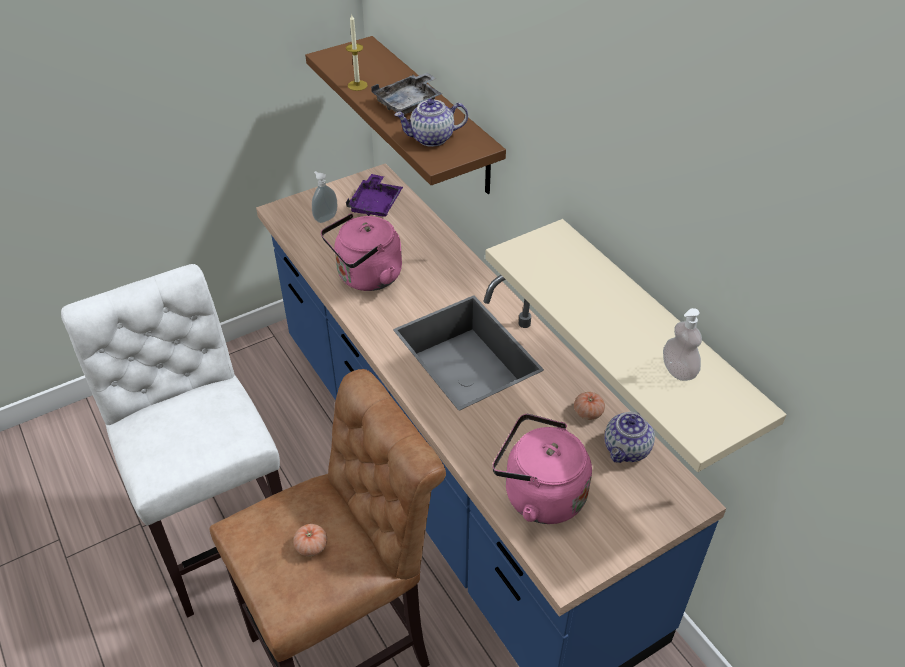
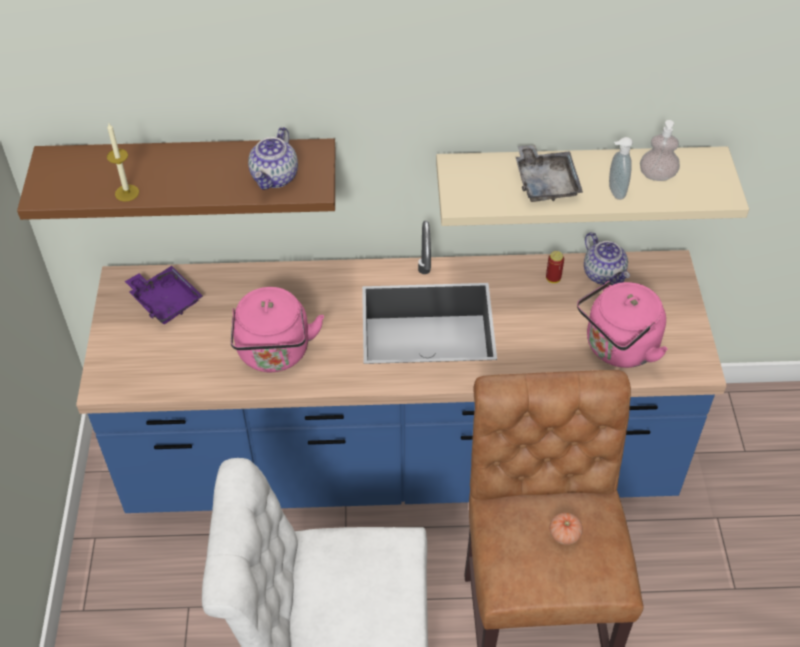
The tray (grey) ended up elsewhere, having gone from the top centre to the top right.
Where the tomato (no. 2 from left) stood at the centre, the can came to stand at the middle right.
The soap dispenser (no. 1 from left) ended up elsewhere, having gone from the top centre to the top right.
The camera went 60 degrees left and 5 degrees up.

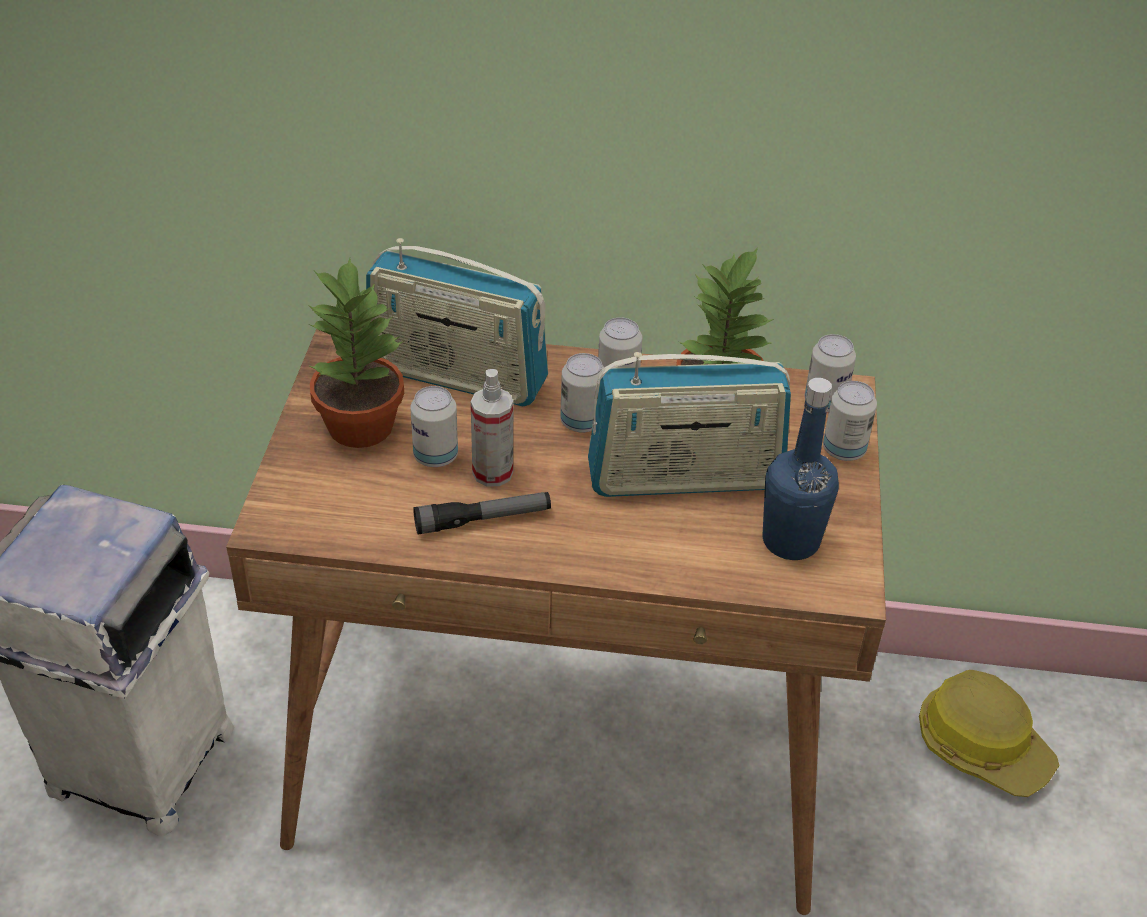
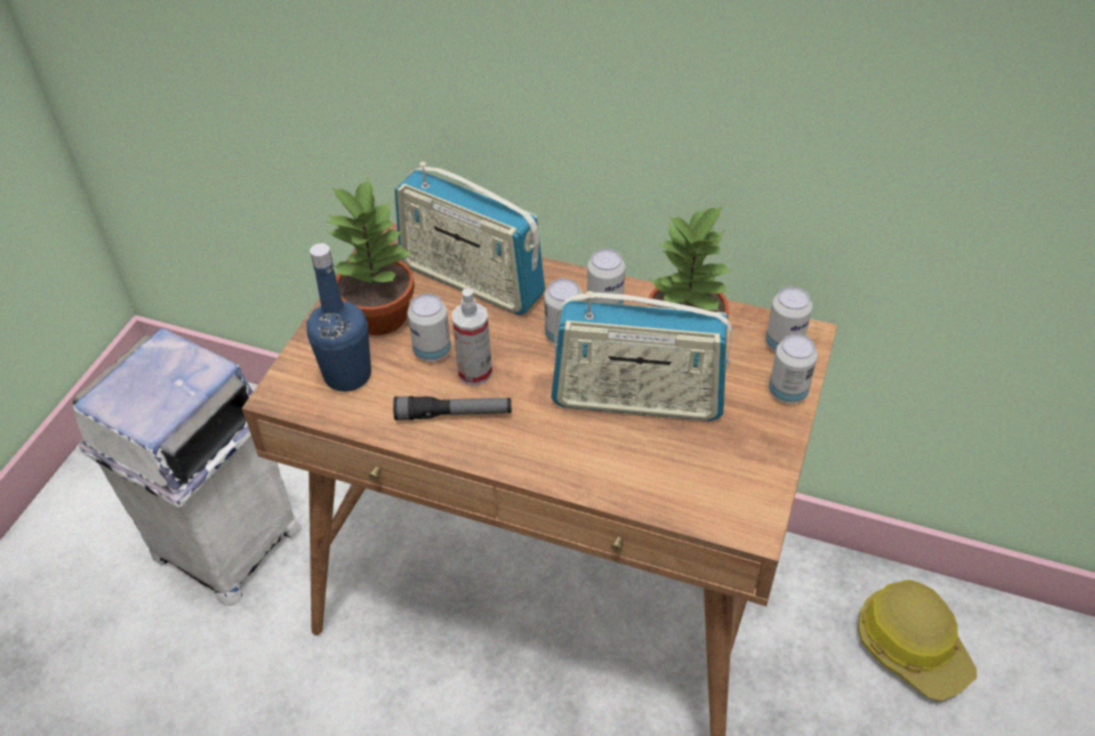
The bottle (blue) ended up elsewhere, having gone from the middle right to the middle left.
The camera went 15 degrees right and 5 degrees up.

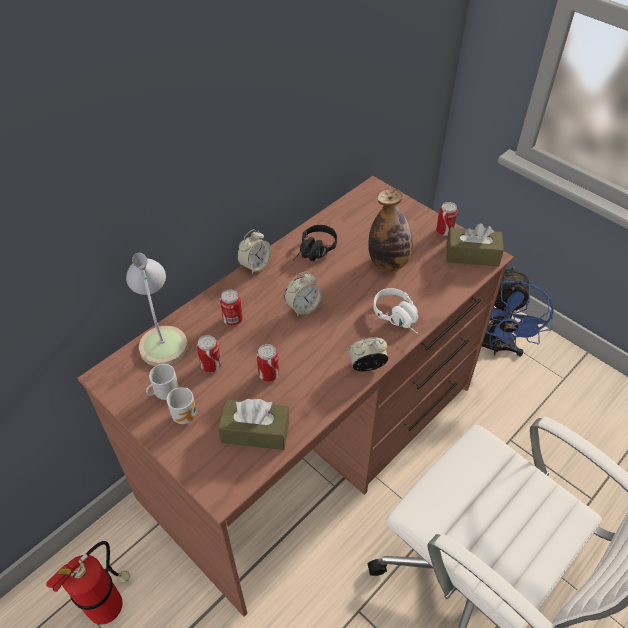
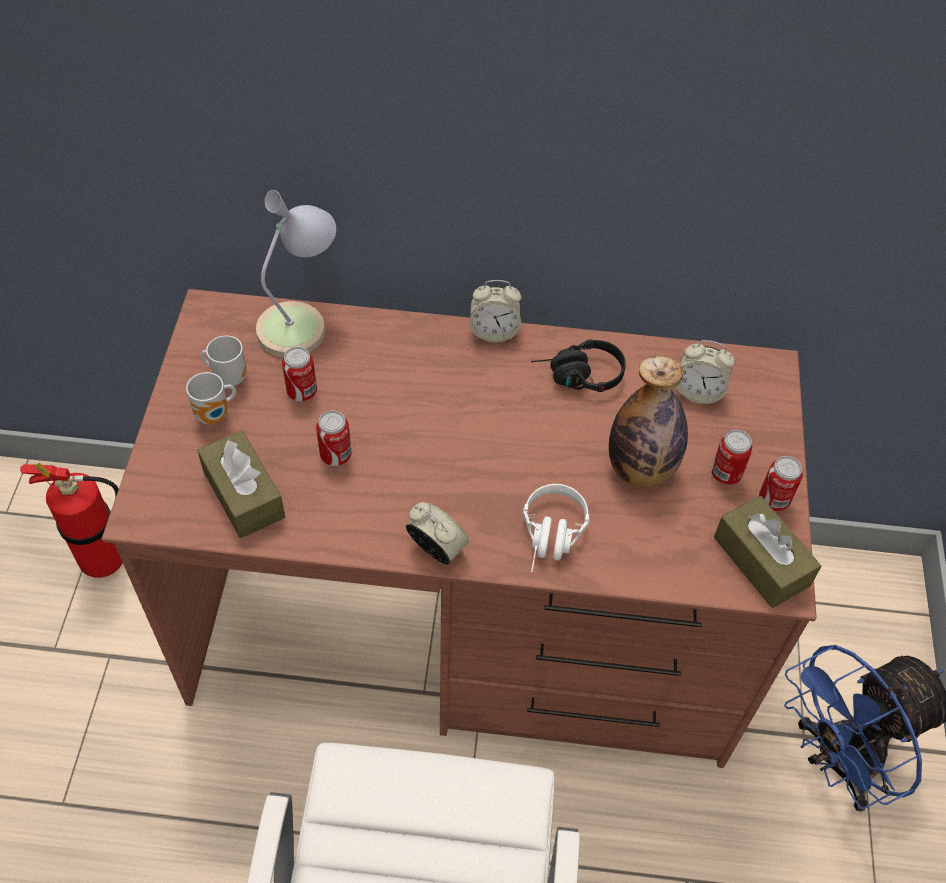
The alarm clock (no. 2 from left in the first image) ended up elsewhere, having gone from the centre to the middle right.
The can (no. 2 from left in the first image) ended up elsewhere, having gone from the centre to the middle right.
The camera went 50 degrees right and 5 degrees up.

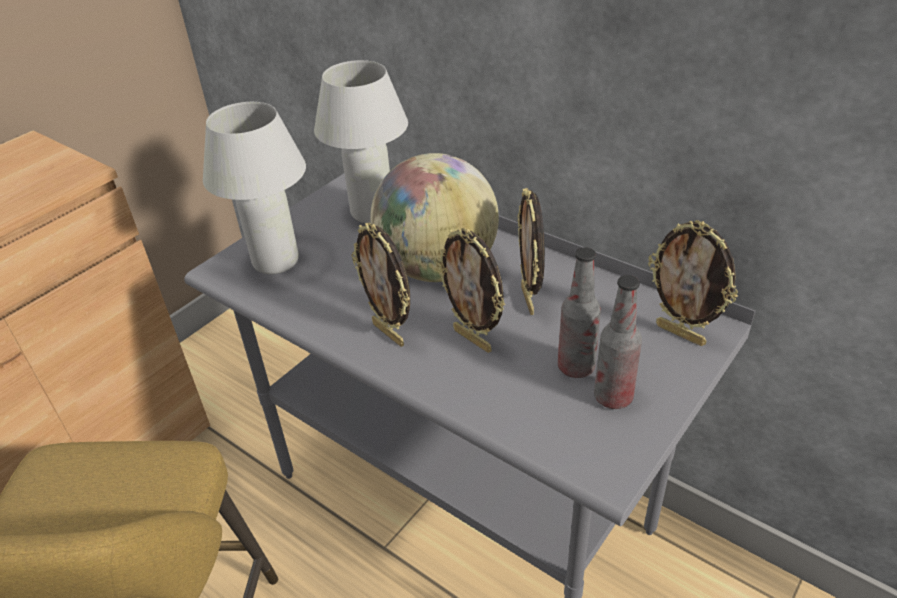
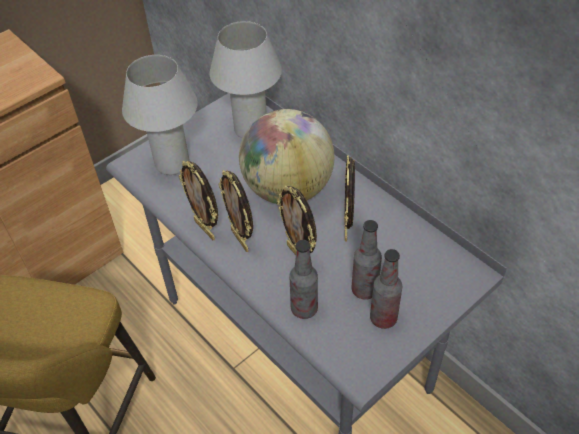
The picture frame (no. 4 from left in the first image) ended up elsewhere, having gone from the middle right to the centre.
The second view gained the bottle (no. 1 from left) at the centre.
The camera went 10 degrees right and 10 degrees up.

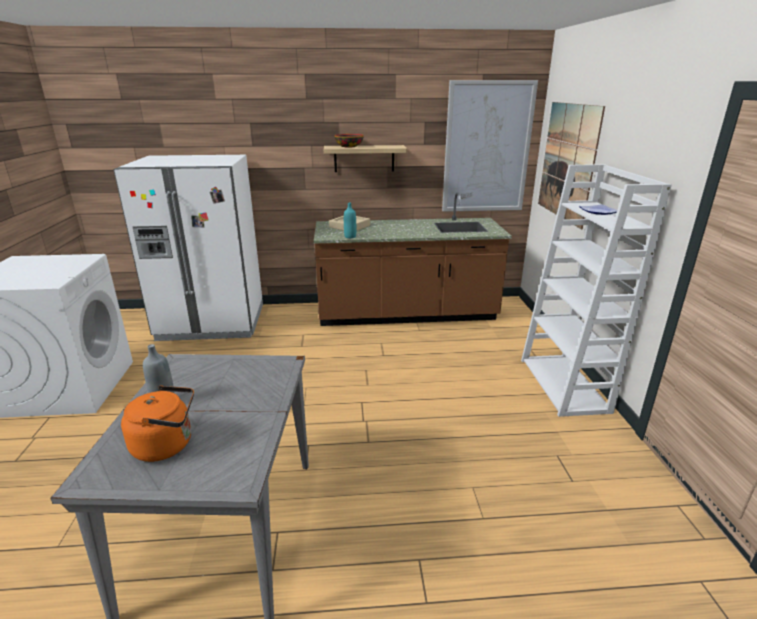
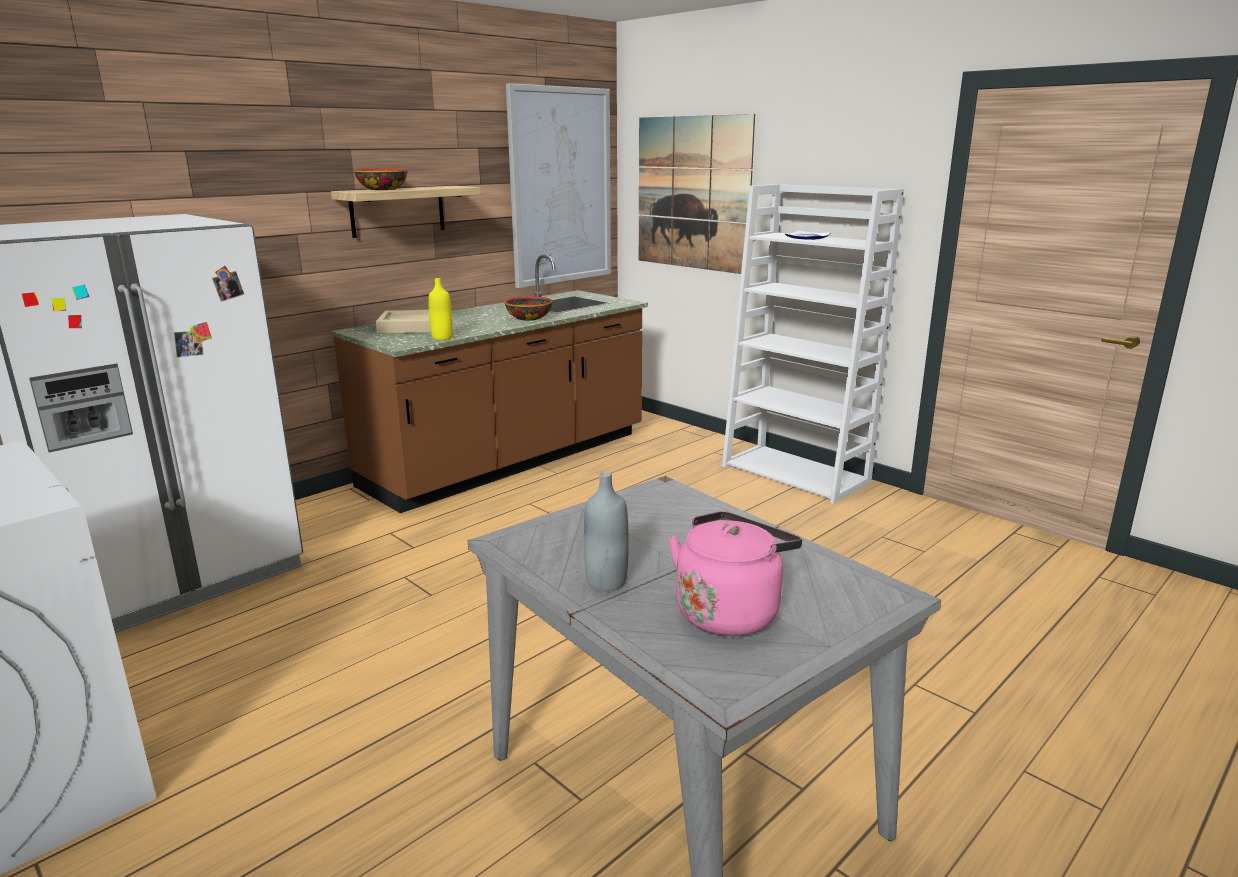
What was the bottle (turquoise) at the centre turned into the bottle (yellow) at the centre.
The second view gained the bowl (no. 2 from left) at the centre.
What was the kettle (orange) at the bottom left turned into the kettle (pink) at the centre.
The camera went 40 degrees left and 5 degrees down.

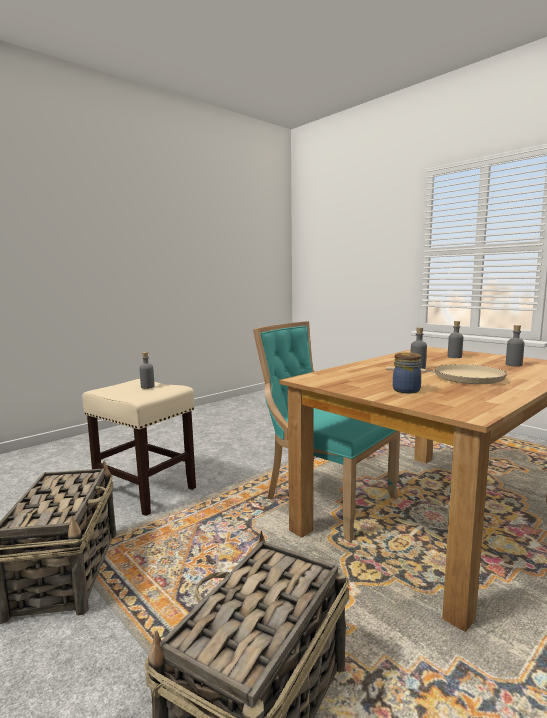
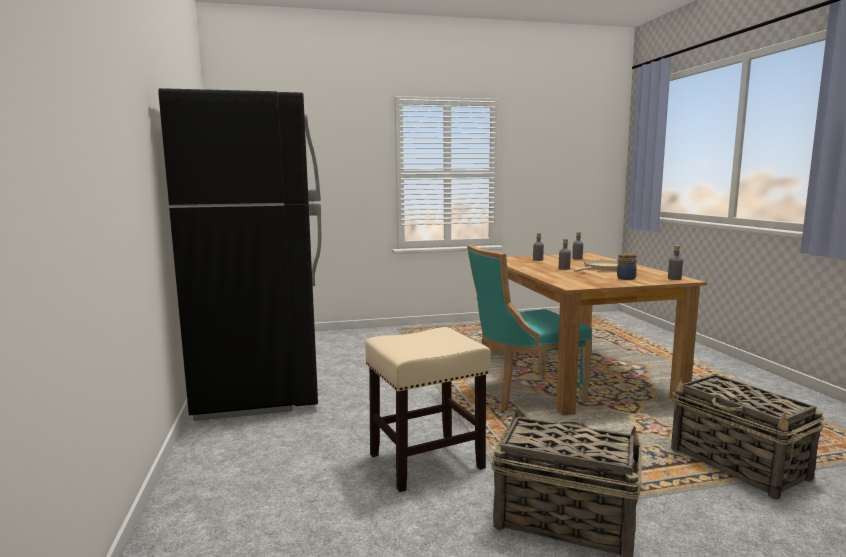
The second view gained the fridge (black) at the middle left.
The bottle (grey) (no. 1 from left in the first image) ended up elsewhere, having gone from the middle left to the middle right.
The camera went 60 degrees left and 0 degrees up.

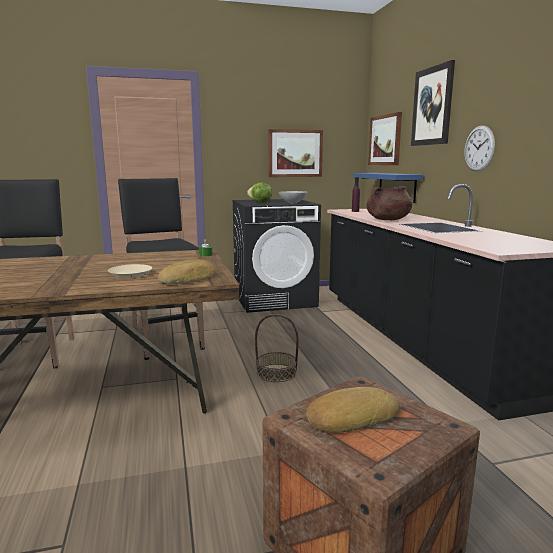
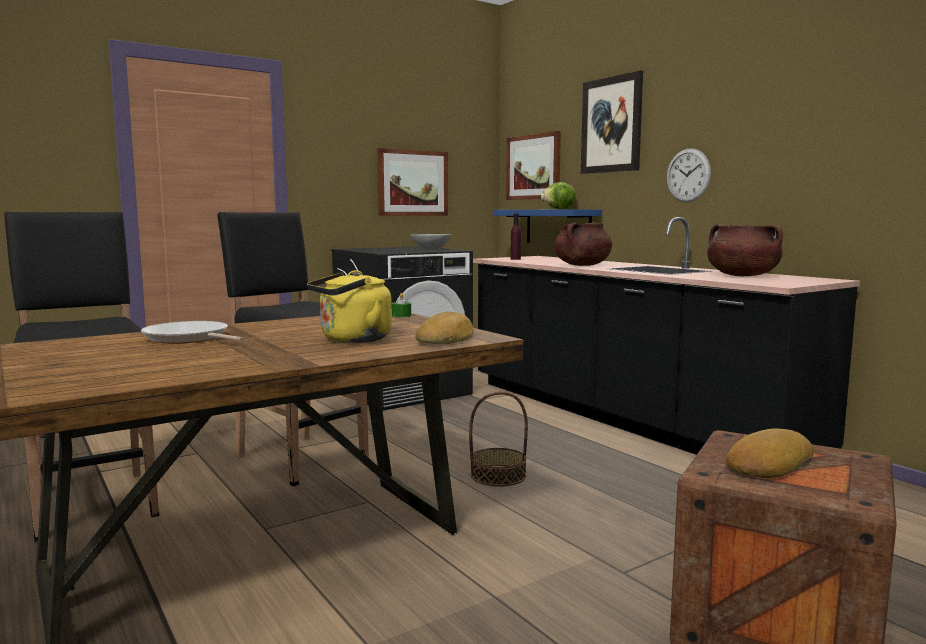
The second view gained the frying pan at the middle left.
Where the plate (beige) stood at the middle left, the kettle (yellow) came to stand at the centre.
The lettuce ended up elsewhere, having gone from the centre to the top centre.
The second view gained the cooking pot (brown) (no. 2 from left) at the middle right.
The camera went 20 degrees left and 5 degrees down.

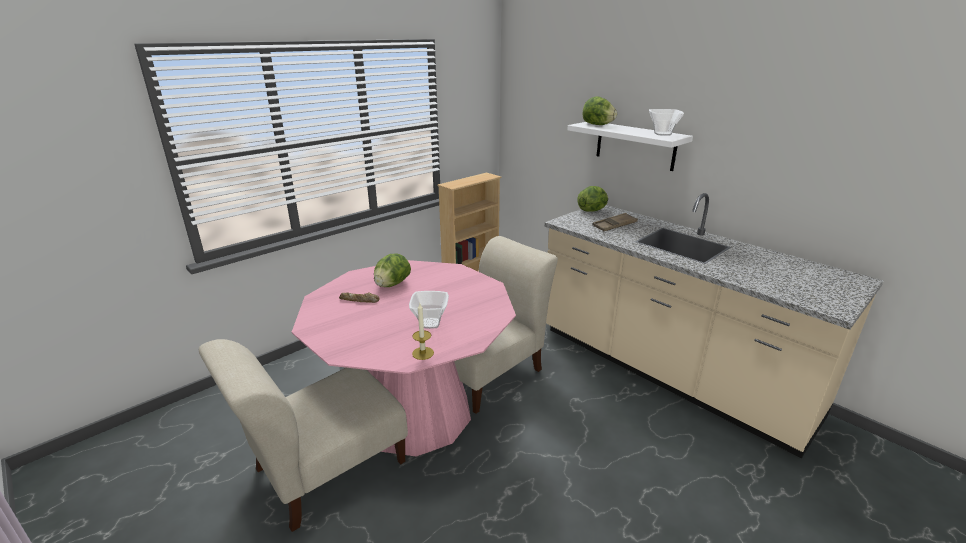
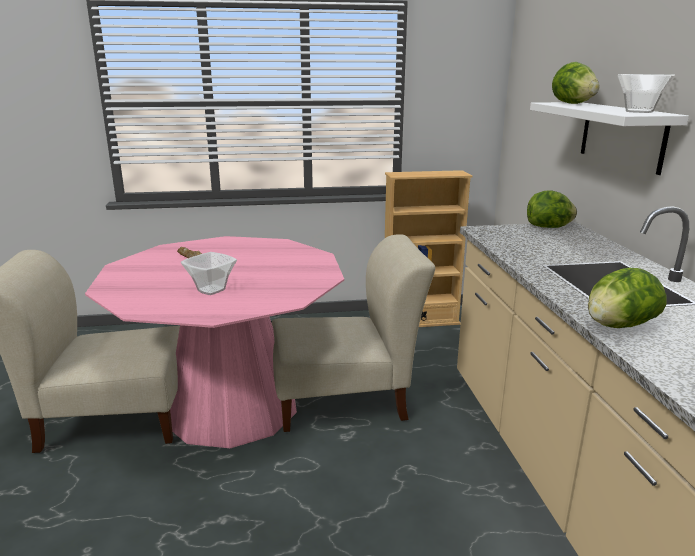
The lettuce (no. 1 from left in the first image) ended up elsewhere, having gone from the centre to the middle right.
The second view lost the candle at the centre.
The second view lost the tray (brown) at the centre.
The camera went 35 degrees right and 5 degrees down.

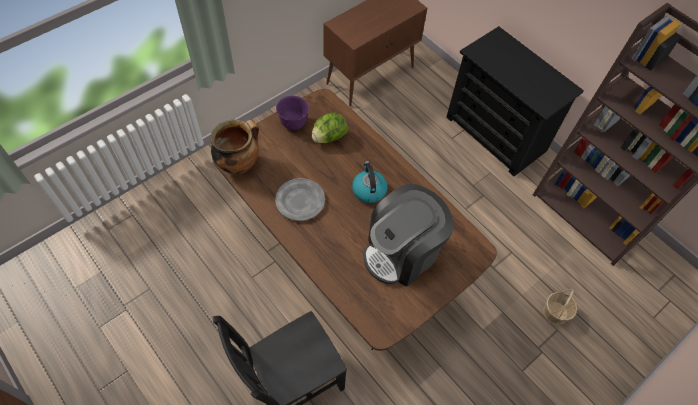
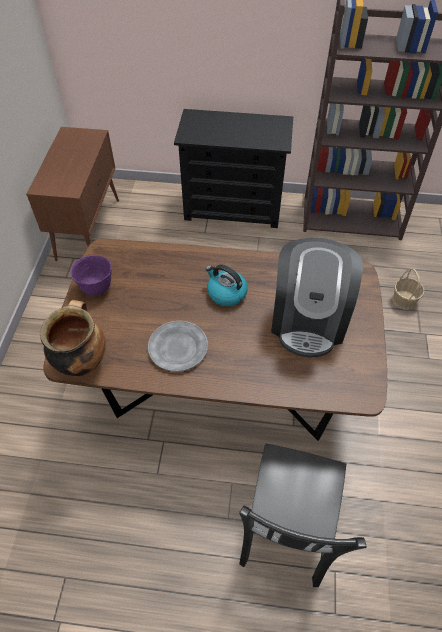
The second view lost the lettuce at the top centre.
The camera went 40 degrees left and 5 degrees down.

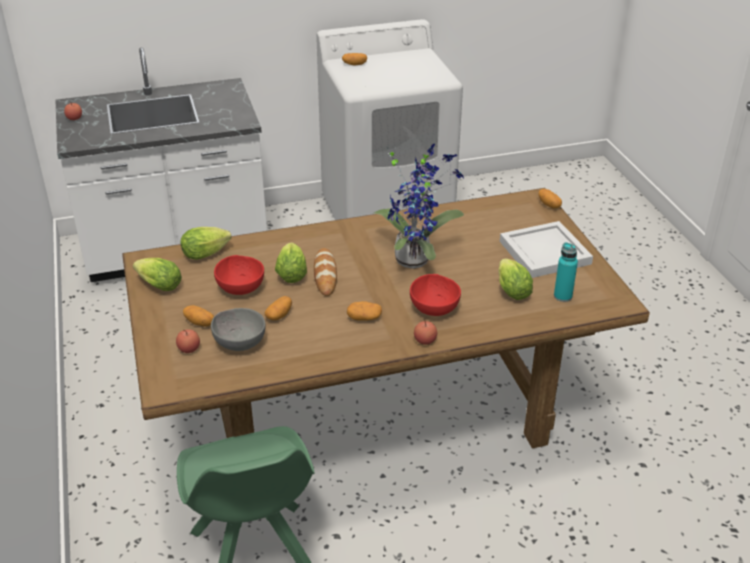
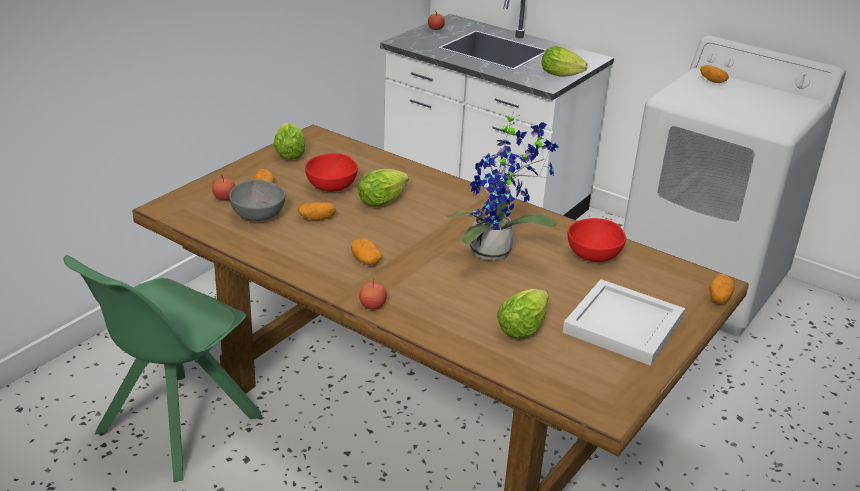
The lettuce (no. 2 from left in the first image) ended up elsewhere, having gone from the middle left to the top centre.
The bowl (red) (no. 2 from left) ended up elsewhere, having gone from the centre to the middle right.
The second view lost the bread at the centre.
The second view lost the bottle (turquoise) at the middle right.
The camera went 50 degrees right and 5 degrees down.

